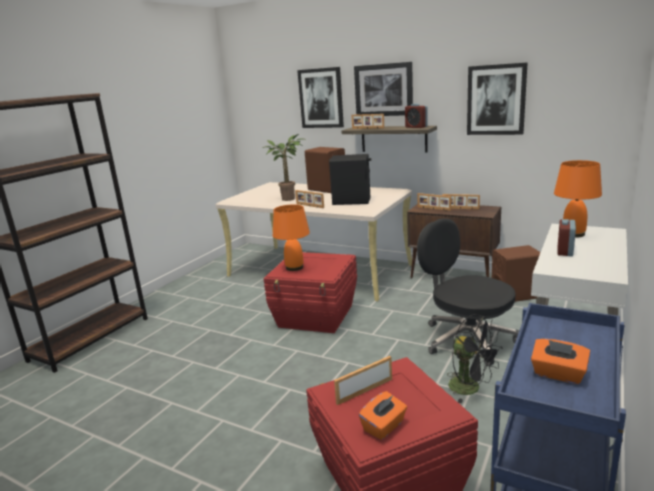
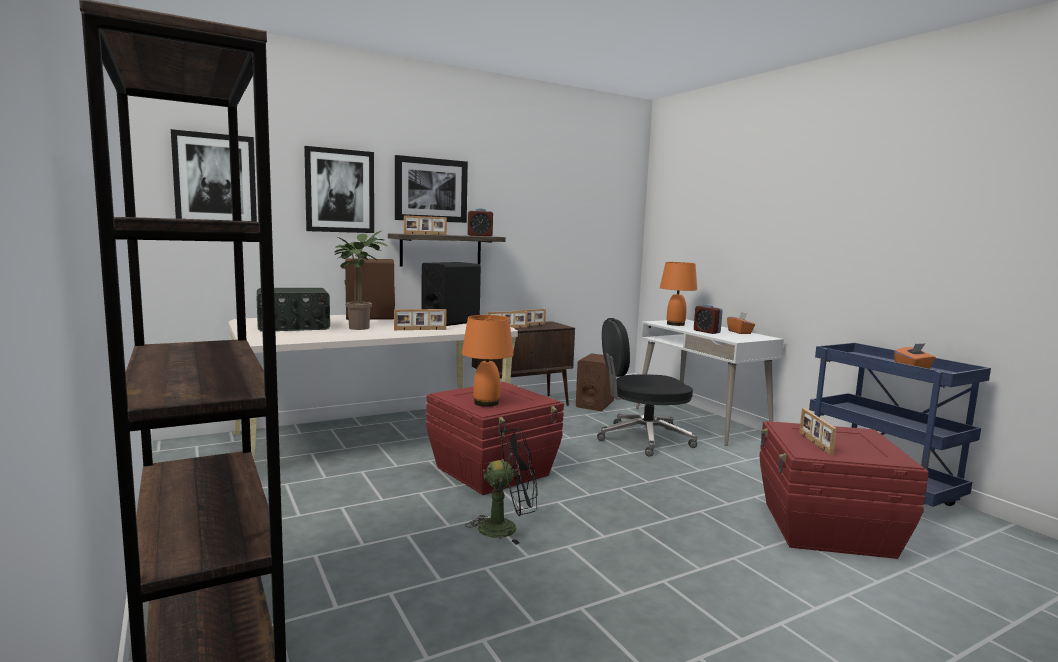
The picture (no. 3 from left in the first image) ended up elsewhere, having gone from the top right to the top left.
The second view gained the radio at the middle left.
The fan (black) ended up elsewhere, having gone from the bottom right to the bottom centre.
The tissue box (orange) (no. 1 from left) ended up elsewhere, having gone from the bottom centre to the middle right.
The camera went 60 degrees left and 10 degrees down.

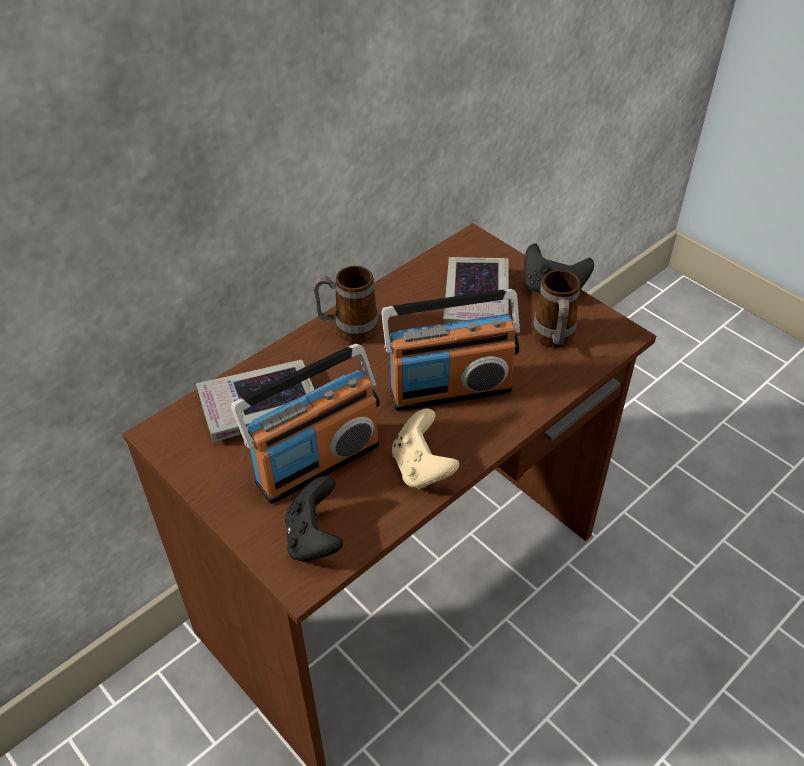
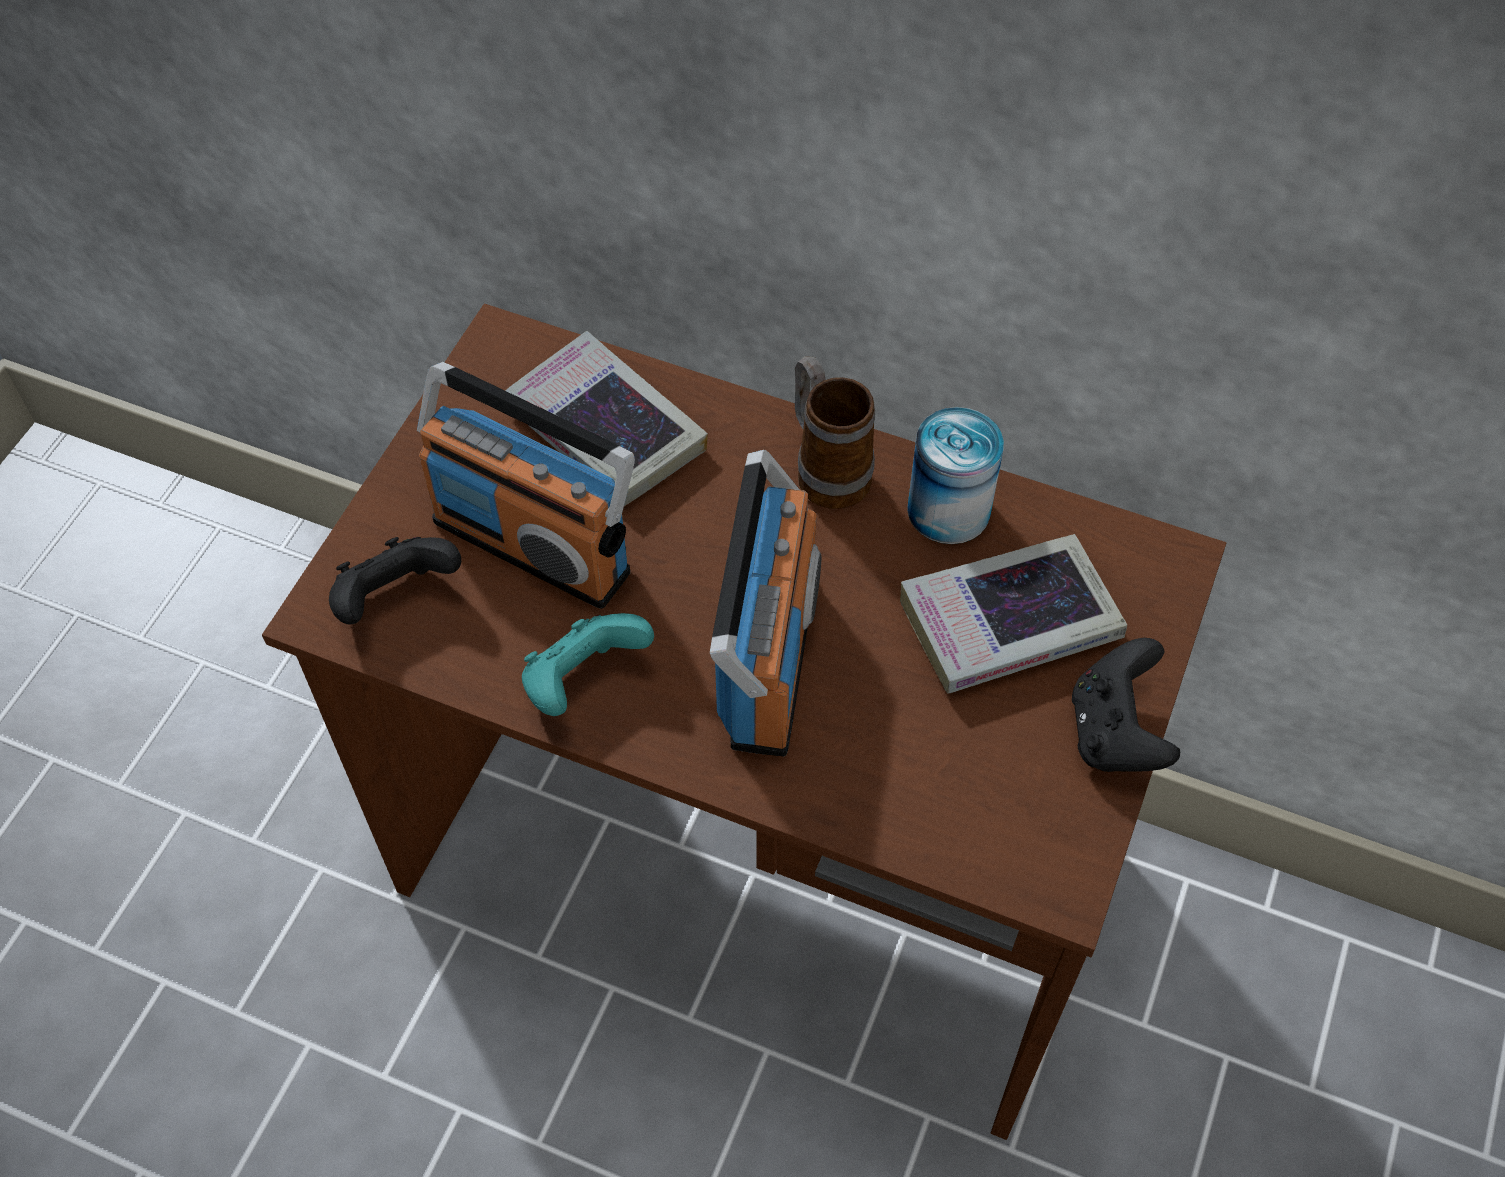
What was the game controller (beige) at the centre turned into the game controller (turquoise) at the centre.
The radio (no. 2 from left) at the centre ended up facing another way, 135 degrees counterclockwise from before.
The second view gained the can at the centre.
The second view lost the mug (no. 2 from left) at the middle right.
The camera went 65 degrees right and 10 degrees up.

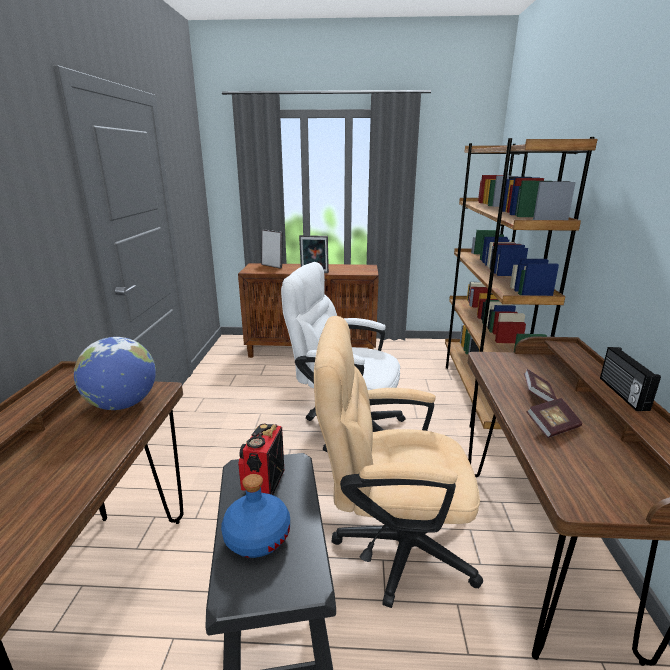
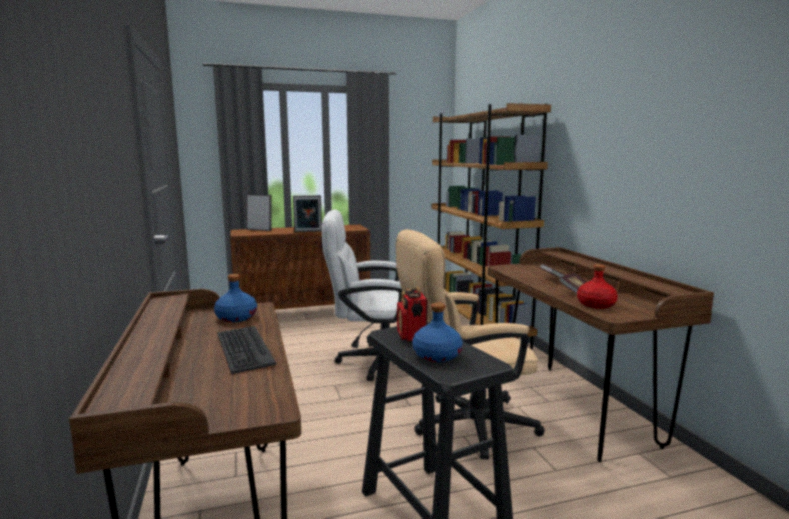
Where the globe stood at the middle left, the bottle (blue) (no. 1 from left) came to stand at the middle left.
The second view gained the keyboard at the bottom left.
The second view gained the bottle (red) at the middle right.
The second view lost the radio (no. 2 from left) at the middle right.
The camera went 20 degrees left and 10 degrees down.

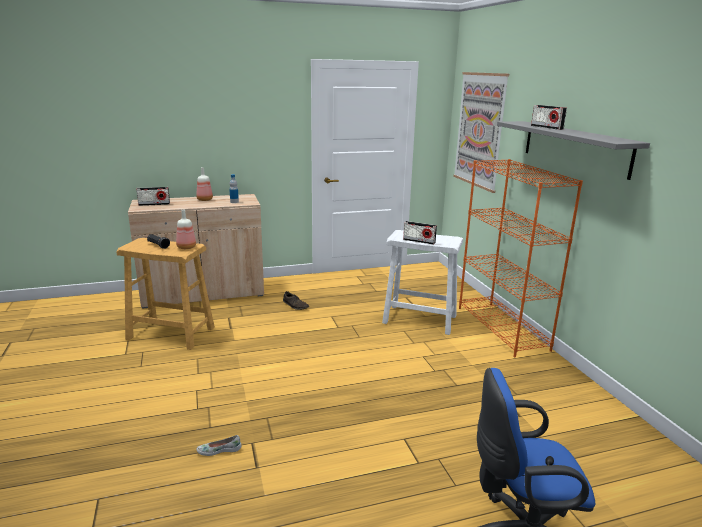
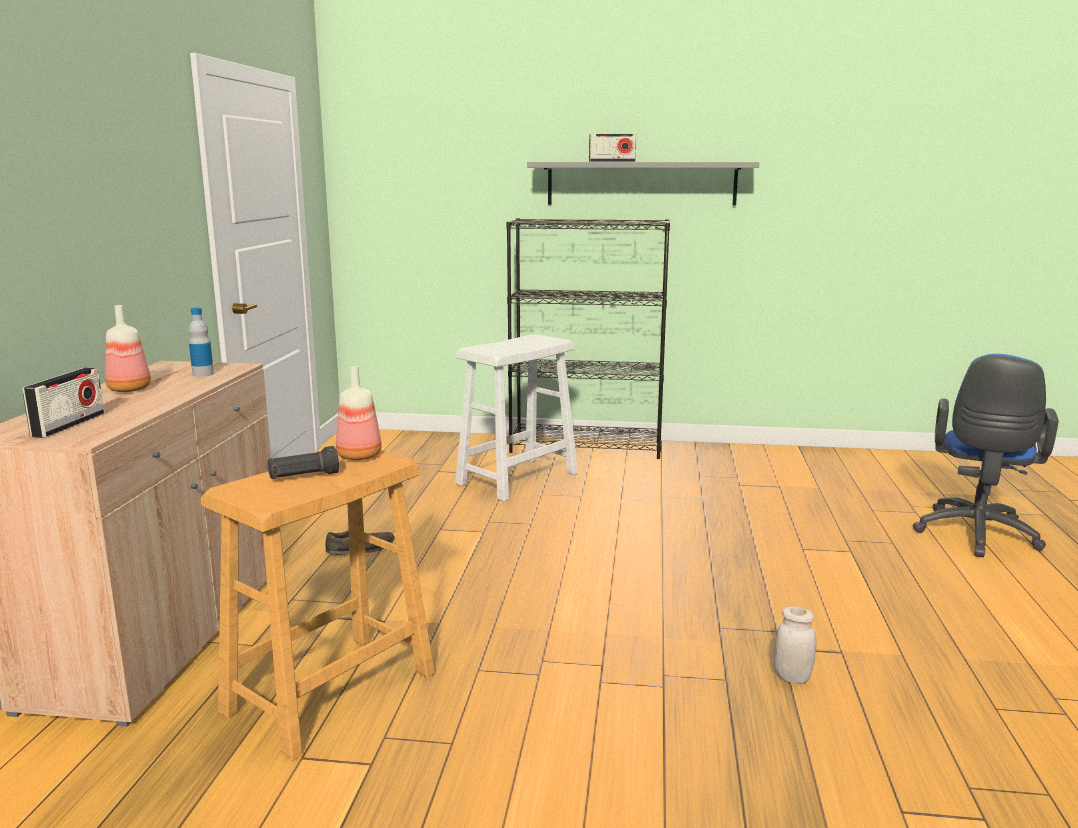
What was the bookcase (orange) at the middle right turned into the bookcase (black) at the centre.
Where the shoe (white) stood at the bottom left, the jar (white) came to stand at the bottom right.
The second view lost the radio (no. 2 from left) at the centre.
The second view lost the picture at the top right.
The camera went 65 degrees left and 5 degrees down.

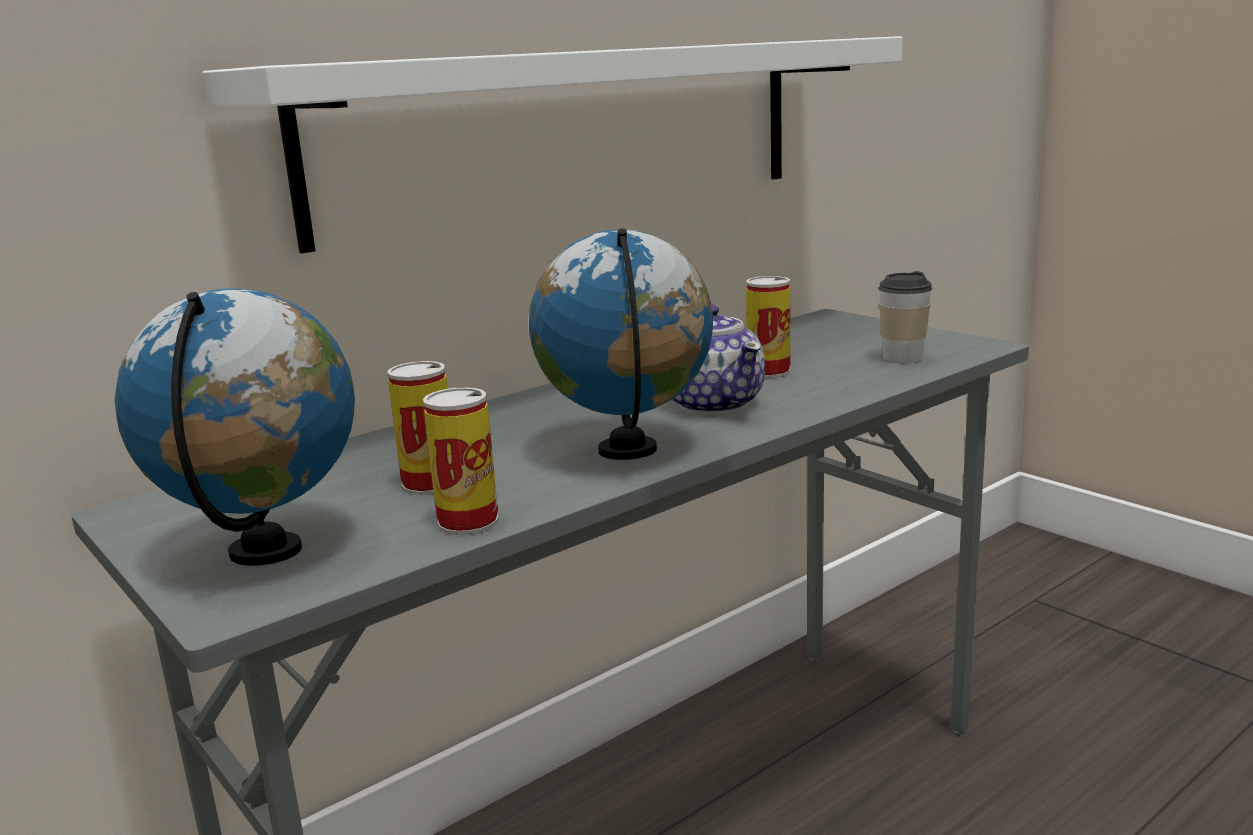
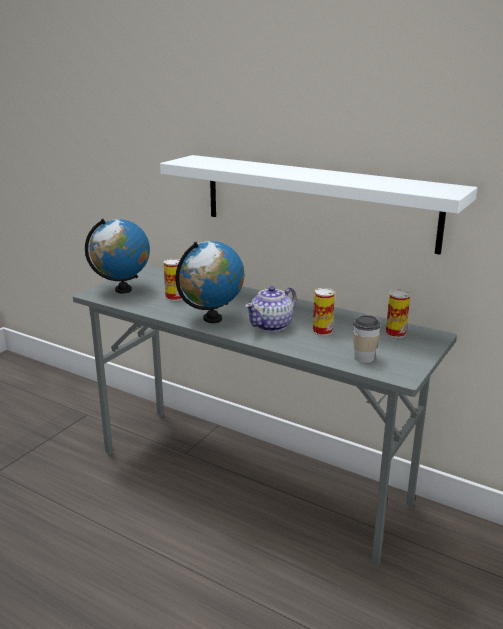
The can (no. 2 from left in the first image) ended up elsewhere, having gone from the centre to the middle right.
The camera went 70 degrees right and 5 degrees up.

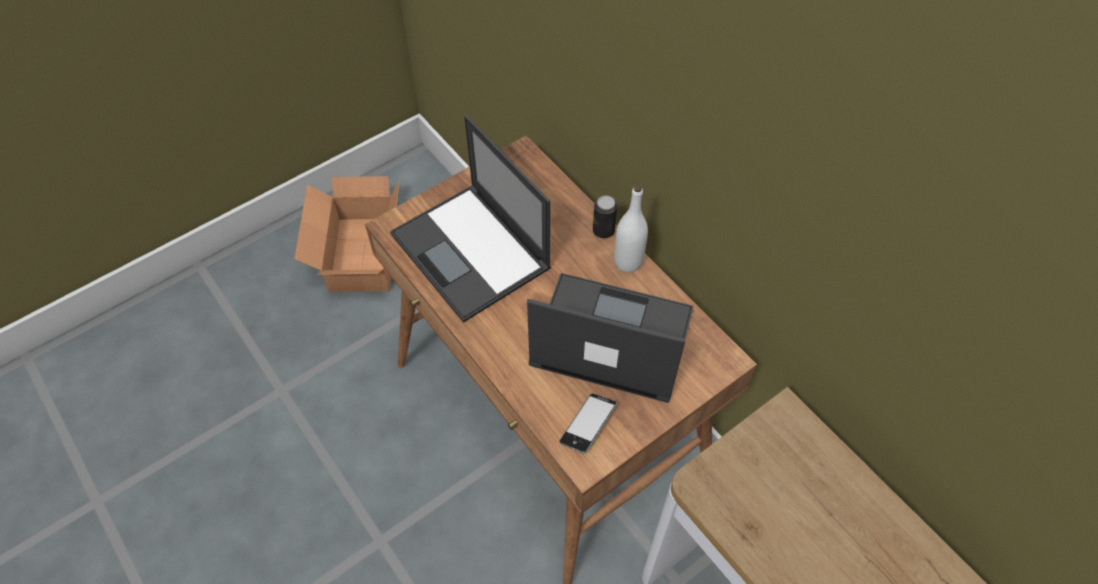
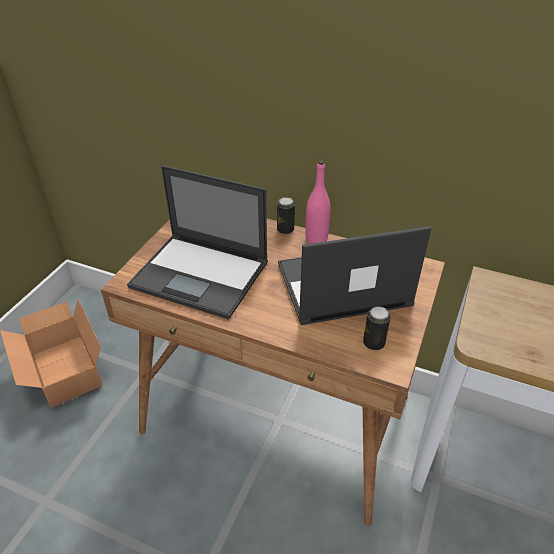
What was the bottle (white) at the centre turned into the bottle (pink) at the centre.
Where the phone stood at the bottom centre, the can (no. 2 from left) came to stand at the middle right.
The camera went 30 degrees left and 15 degrees down.

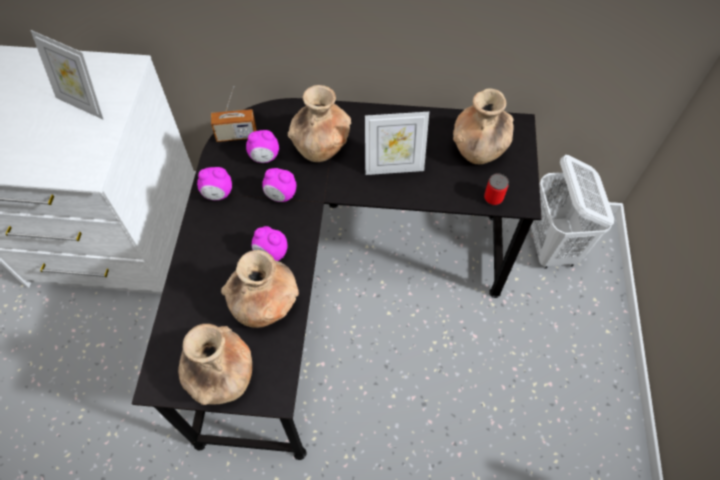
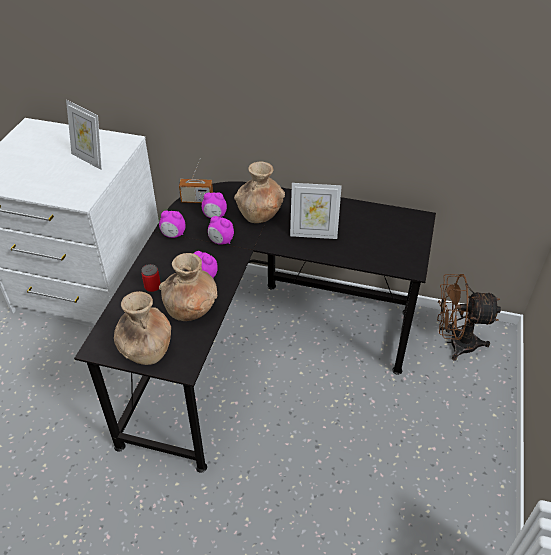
The can ended up elsewhere, having gone from the middle right to the middle left.
Where the laundry basket (white) stood at the middle right, the fan (brown) came to stand at the middle right.
The second view lost the vase (brown) (no. 4 from left) at the top right.
The camera went 10 degrees right and 15 degrees down.

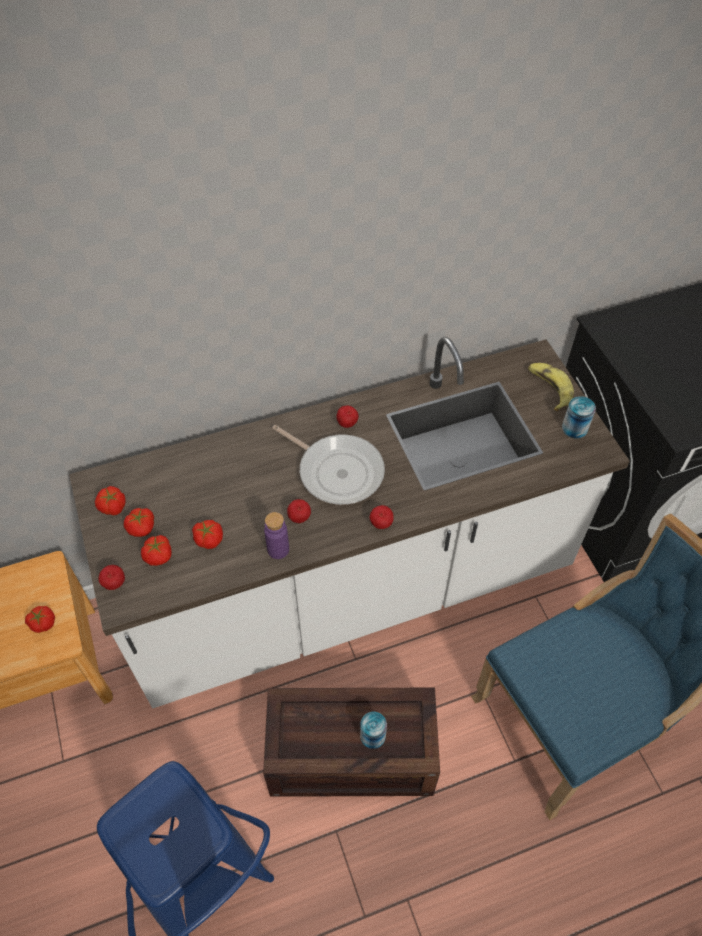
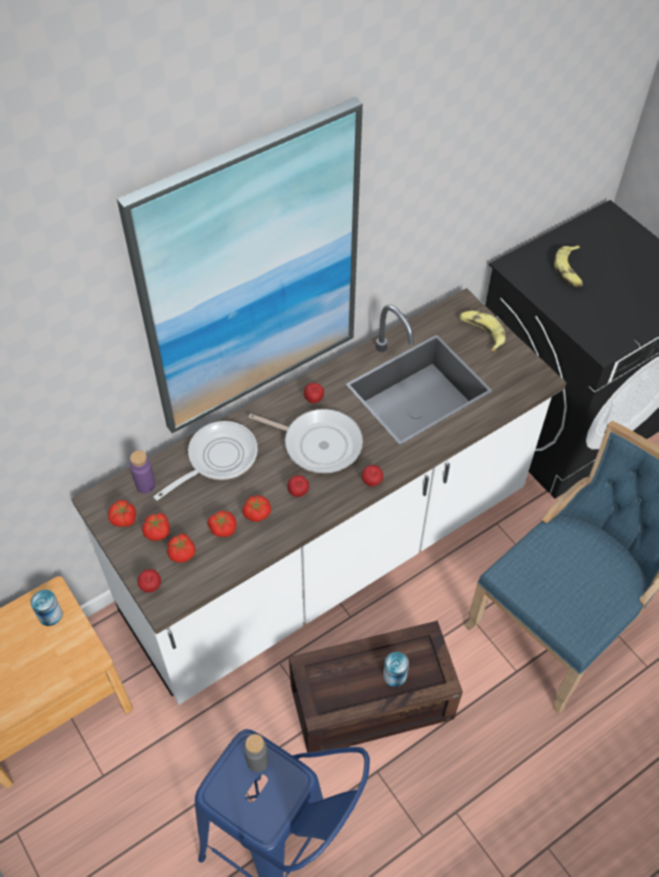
The can (no. 2 from left in the first image) ended up elsewhere, having gone from the middle right to the bottom left.
The second view gained the picture at the top centre.
The bottle (purple) ended up elsewhere, having gone from the centre to the middle left.
The second view gained the frying pan (no. 1 from left) at the middle left.
The tomato (no. 1 from left in the first image) ended up elsewhere, having gone from the middle left to the centre.
The second view gained the bottle (grey) at the bottom centre.
The second view gained the banana (no. 2 from left) at the top right.
The camera went 15 degrees left and 0 degrees up.

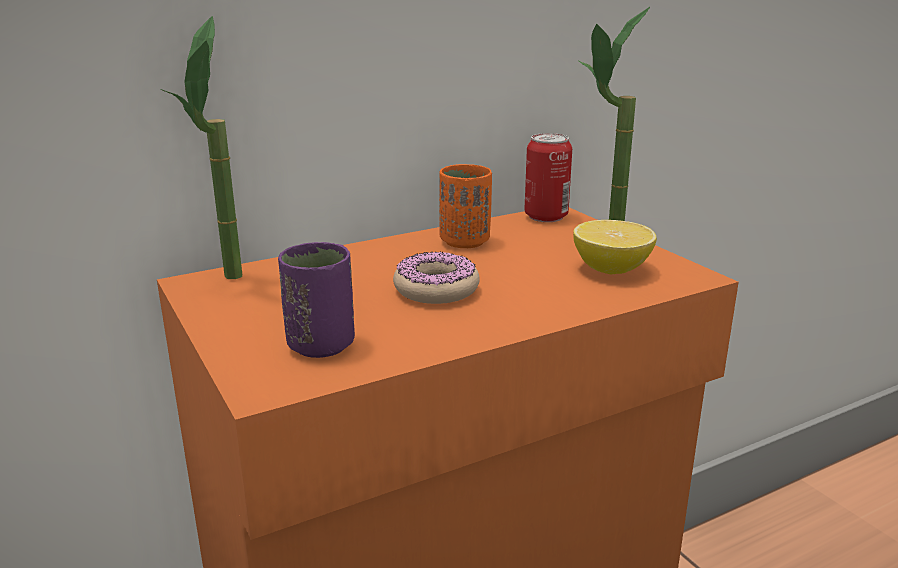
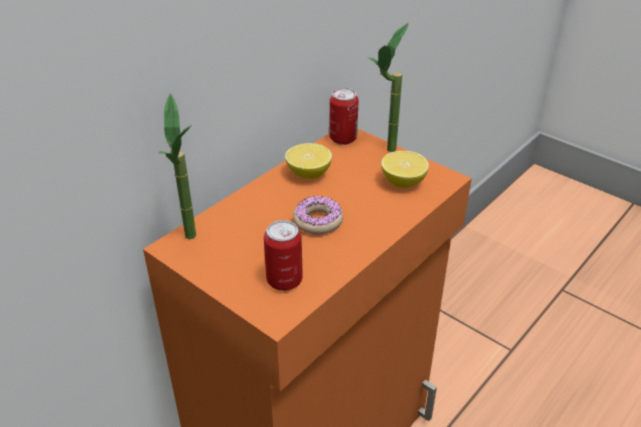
Where the cup (purple) stood at the centre, the can (no. 1 from left) came to stand at the centre.
Where the cup (orange) stood at the centre, the lemon (no. 1 from left) came to stand at the centre.
The camera went 20 degrees left and 15 degrees up.

